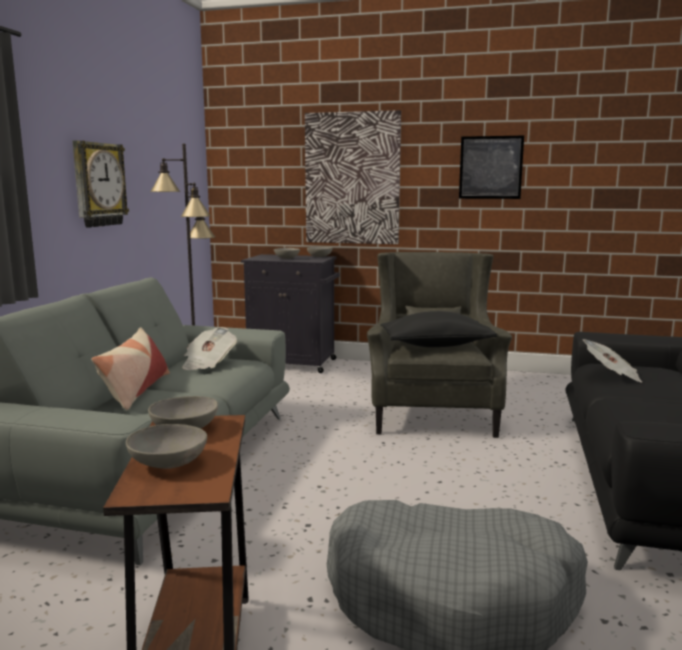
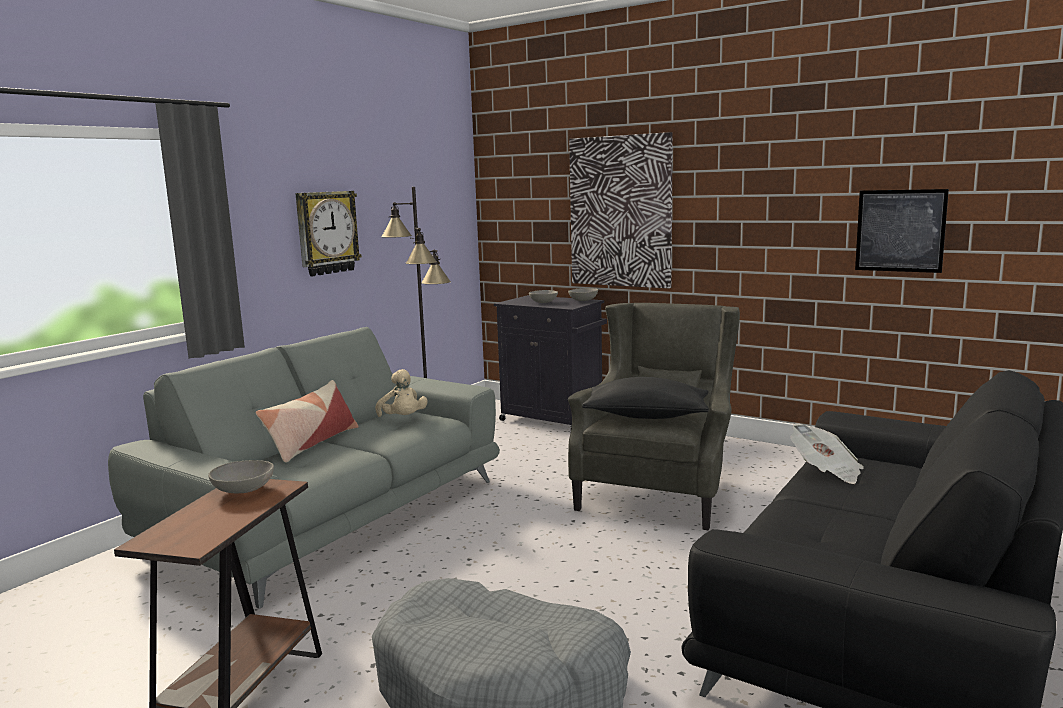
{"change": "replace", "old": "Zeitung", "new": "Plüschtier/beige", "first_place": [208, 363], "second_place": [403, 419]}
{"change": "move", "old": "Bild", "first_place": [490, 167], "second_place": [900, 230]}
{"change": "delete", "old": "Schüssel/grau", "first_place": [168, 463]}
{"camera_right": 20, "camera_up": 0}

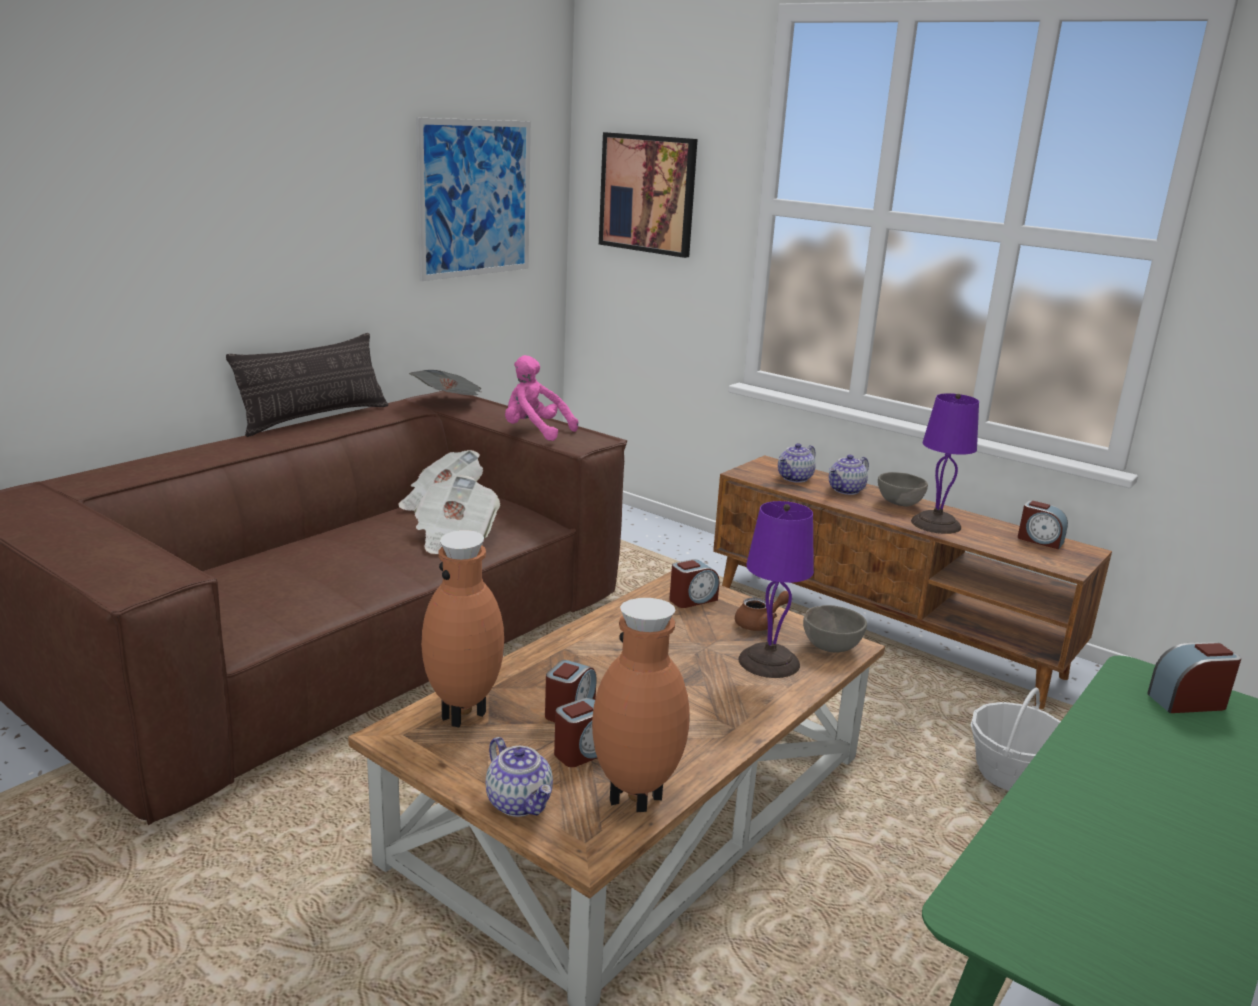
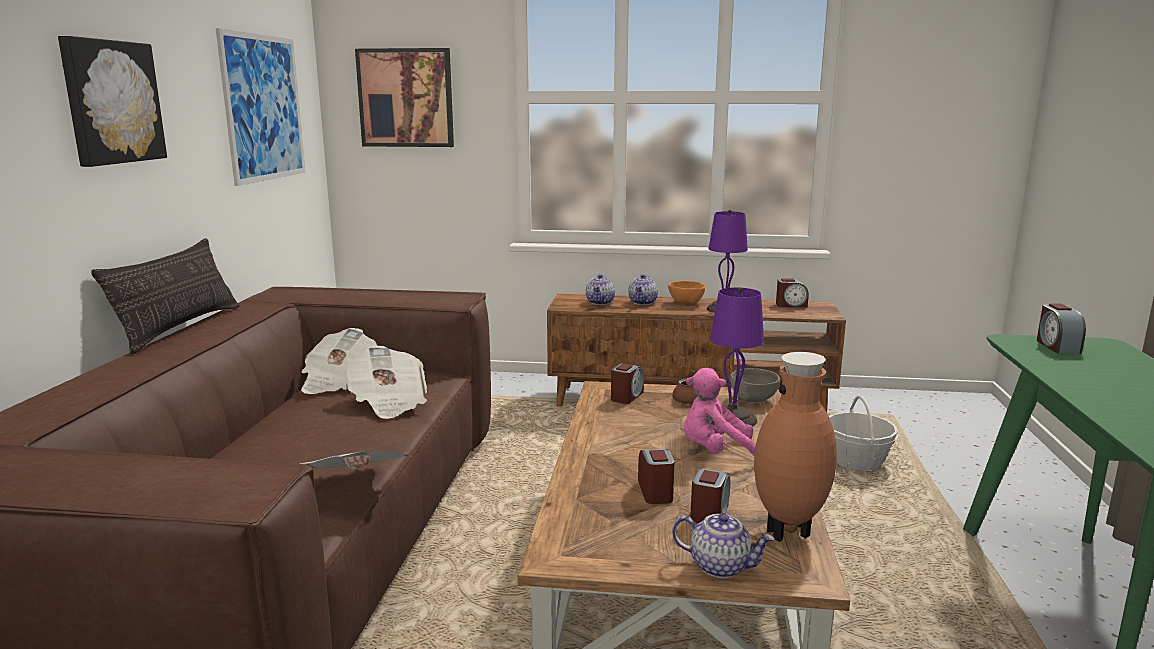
{"change": "insert", "new": "Bild", "second_place": [111, 102]}
{"change": "move", "old": "Zeitung", "first_place": [449, 403], "second_place": [357, 486]}
{"change": "recolor", "old": "Schüssel/grau", "new": "Schüssel/orange", "first_place": [899, 504], "second_place": [686, 303]}
{"change": "move", "old": "Plüschtier/rosa", "first_place": [534, 431], "second_place": [718, 453]}
{"change": "rotate", "old": "Wecker", "first_place": [1187, 701], "second_place": [1057, 346], "degrees": -45}
{"change": "delete", "old": "Vase/braun", "first_place": [465, 714]}
{"camera_right": -30, "camera_up": -5}

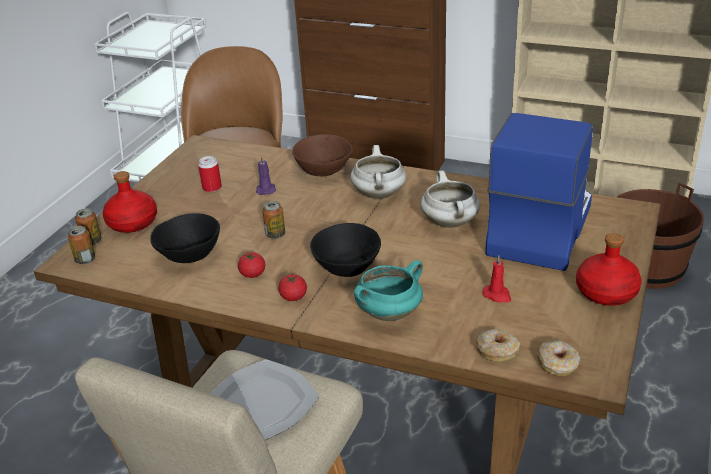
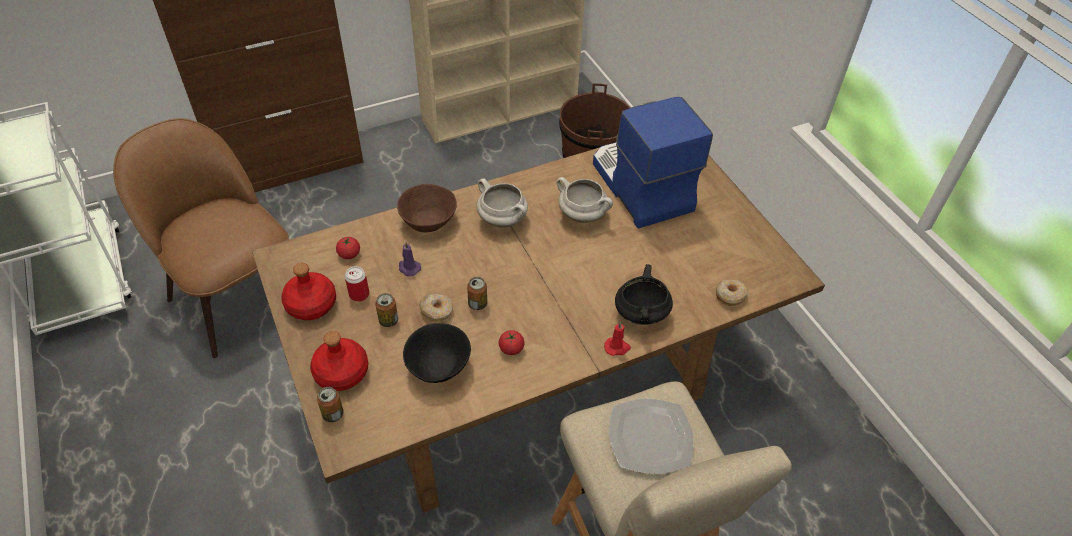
{"change": "move", "old": "Flasche/rot", "first_place": [606, 292], "second_place": [311, 304]}
{"change": "move", "old": "Tomate", "first_place": [293, 297], "second_place": [349, 254]}
{"change": "move", "old": "Dose", "first_place": [85, 260], "second_place": [388, 320]}
{"change": "move", "old": "Donut", "first_place": [557, 364], "second_place": [437, 311]}
{"change": "move", "old": "Kerze/rot", "first_place": [497, 295], "second_place": [617, 347]}
{"change": "recolor", "old": "Kochtopf/türkis", "new": "Kochtopf/schwarz", "first_place": [389, 312], "second_place": [640, 313]}
{"change": "delete", "old": "Schüssel/schwarz", "first_place": [346, 267]}
{"camera_right": -50, "camera_up": 15}

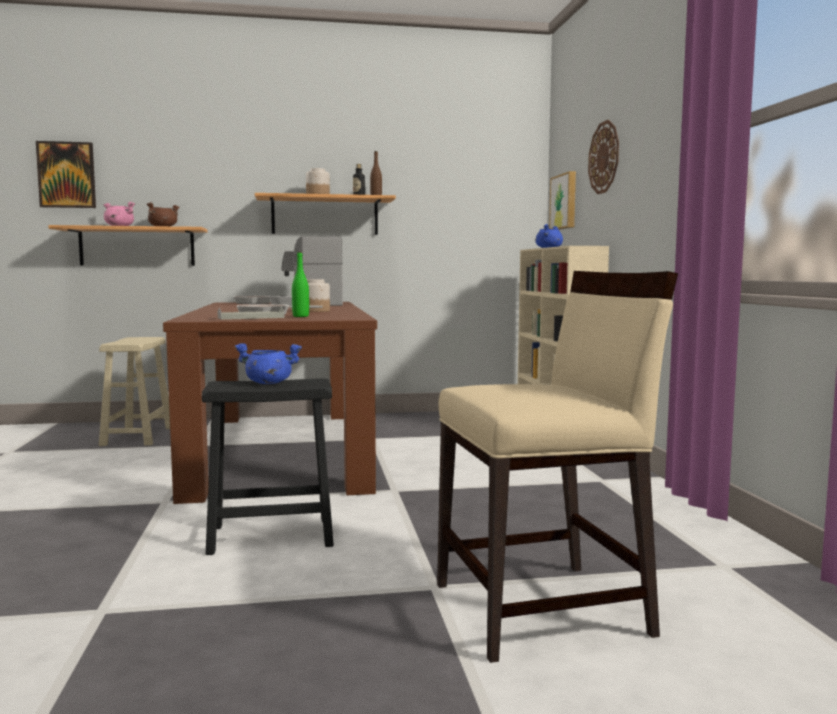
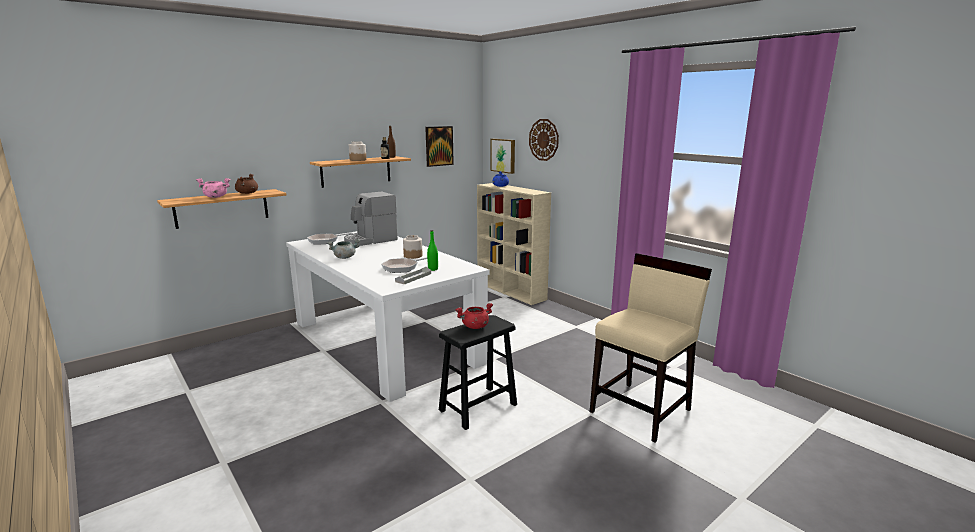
{"change": "recolor", "old": "Esstisch/braun", "new": "Esstisch/weiß", "first_place": [282, 449], "second_place": [384, 341]}
{"change": "insert", "new": "Kochtopf/grau", "second_place": [345, 257]}
{"change": "move", "old": "Bild", "first_place": [66, 175], "second_place": [439, 146]}
{"change": "recolor", "old": "Kochtopf/blau", "new": "Kochtopf/rot", "first_place": [268, 383], "second_place": [475, 327]}
{"change": "delete", "old": "Hocker/beige", "first_place": [137, 436]}
{"camera_right": -30, "camera_up": 10}

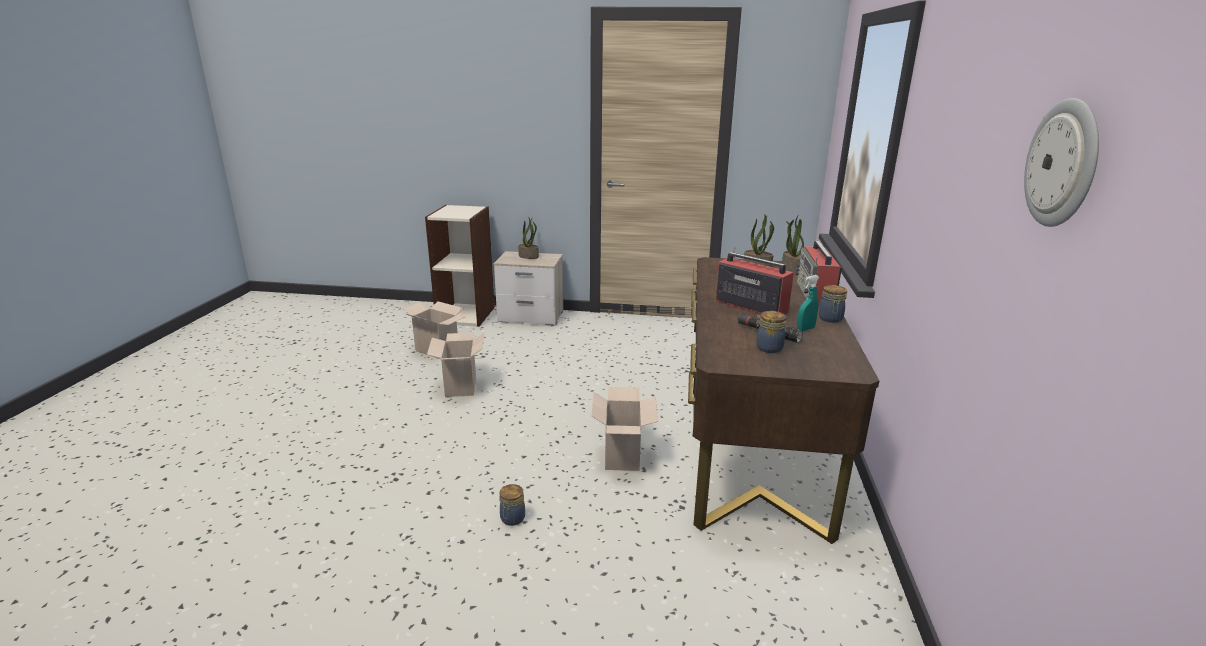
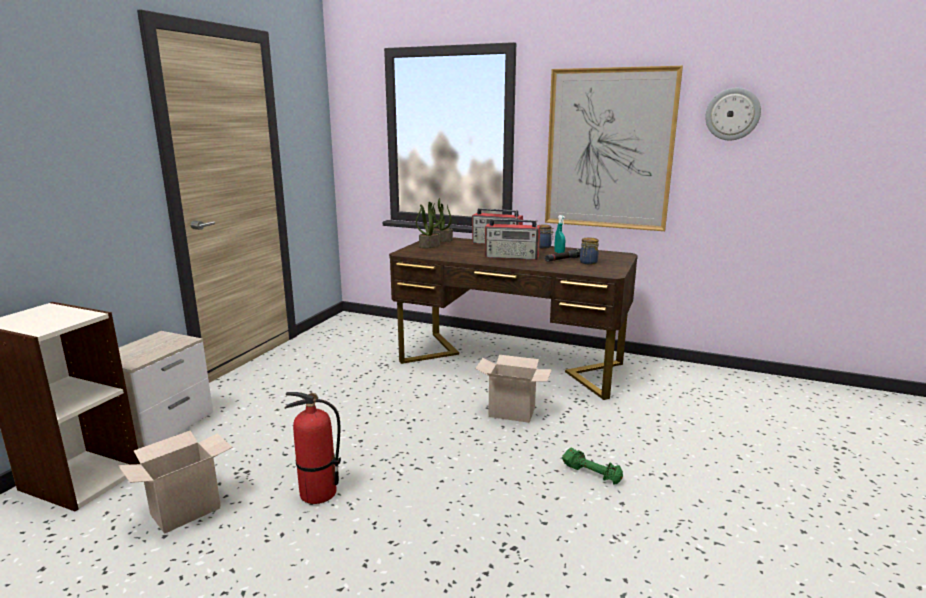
{"change": "replace", "old": "Karton", "new": "Feuerlöscher", "first_place": [459, 386], "second_place": [318, 494]}
{"change": "rotate", "old": "Radio", "first_place": [750, 306], "second_place": [512, 257], "degrees": -135}
{"change": "insert", "new": "Bild", "second_place": [609, 150]}
{"change": "replace", "old": "Vorratsglas", "new": "Hantel/grün", "first_place": [512, 519], "second_place": [592, 474]}
{"change": "delete", "old": "Topfpflanze", "first_place": [529, 256]}
{"camera_right": -75, "camera_up": -5}

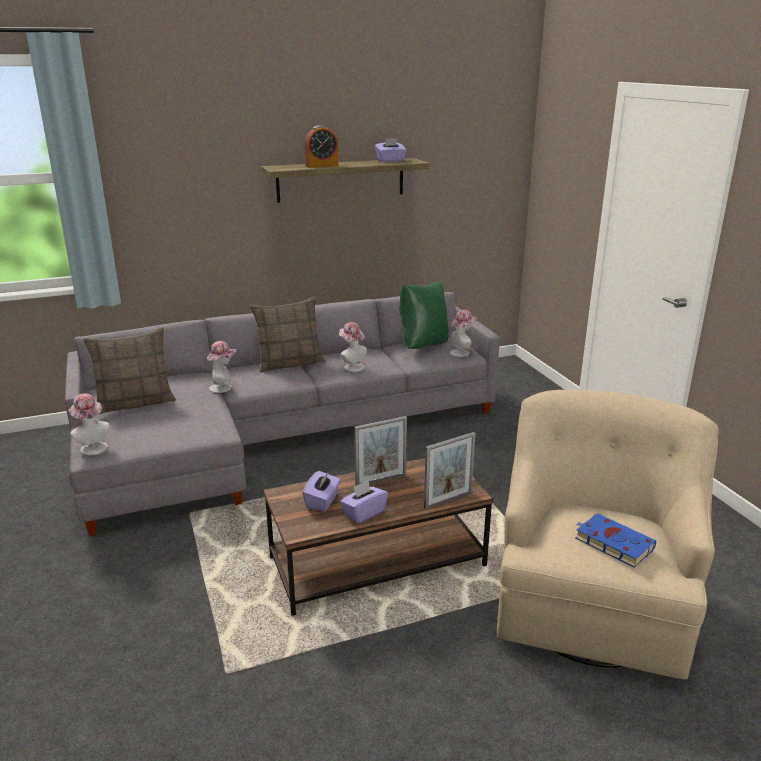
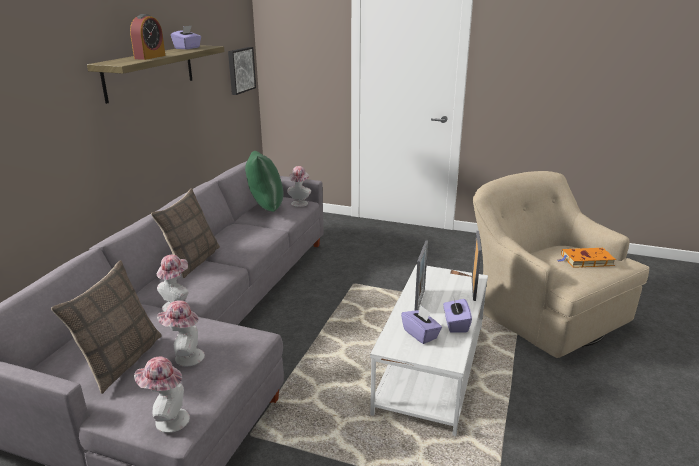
{"change": "move", "old": "Hut", "first_place": [352, 366], "second_place": [185, 357]}
{"change": "insert", "new": "Bild", "second_place": [240, 70]}
{"change": "recolor", "old": "Couchtisch/braun", "new": "Couchtisch/weiß", "first_place": [377, 561], "second_place": [431, 367]}
{"change": "recolor", "old": "Buch/blau", "new": "Buch/orange", "first_place": [612, 543], "second_place": [585, 260]}
{"camera_right": -50, "camera_up": 0}

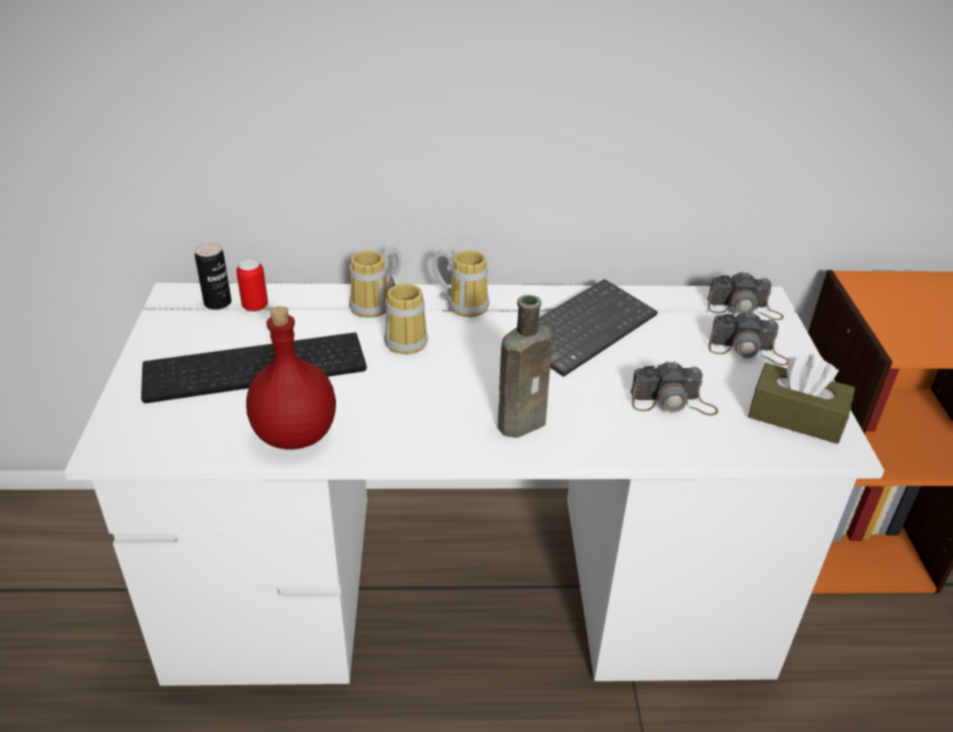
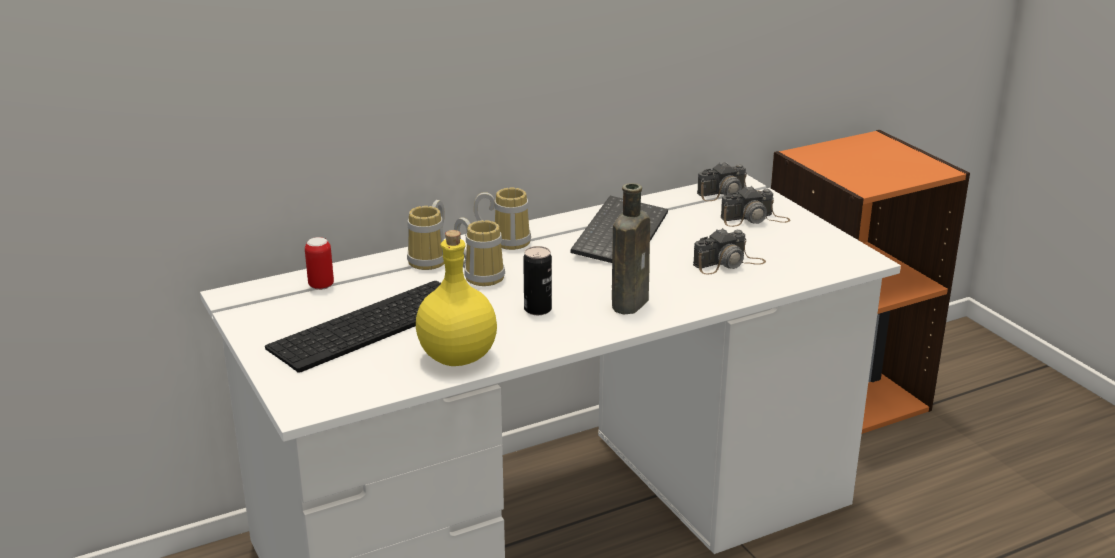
{"change": "recolor", "old": "Flasche/rot", "new": "Flasche/gelb", "first_place": [294, 436], "second_place": [457, 358]}
{"change": "move", "old": "Dose", "first_place": [218, 303], "second_place": [538, 309]}
{"change": "delete", "old": "Taschentuchbox/braun", "first_place": [796, 417]}
{"camera_right": -25, "camera_up": -10}

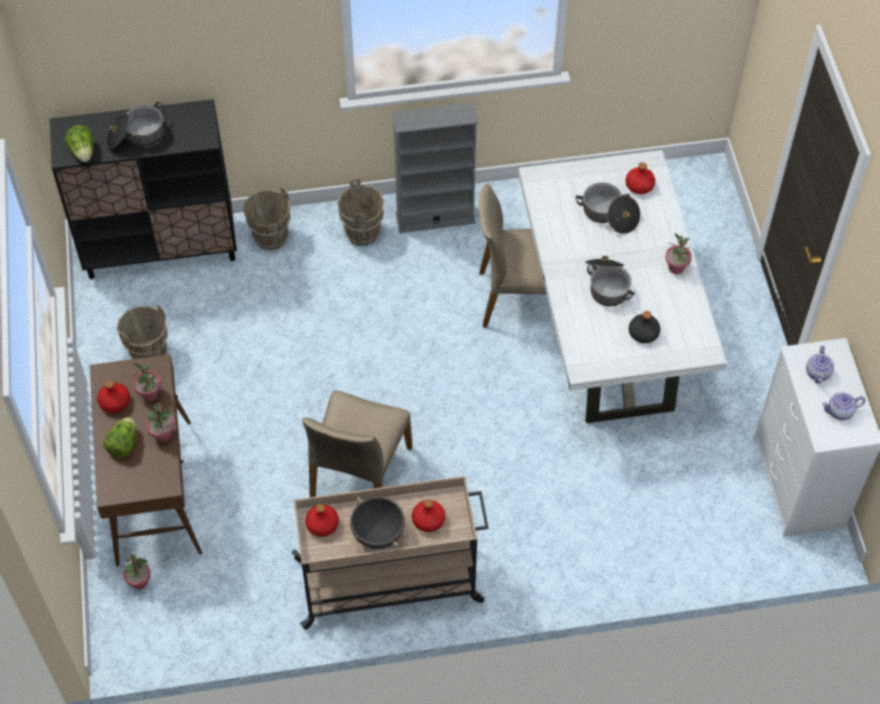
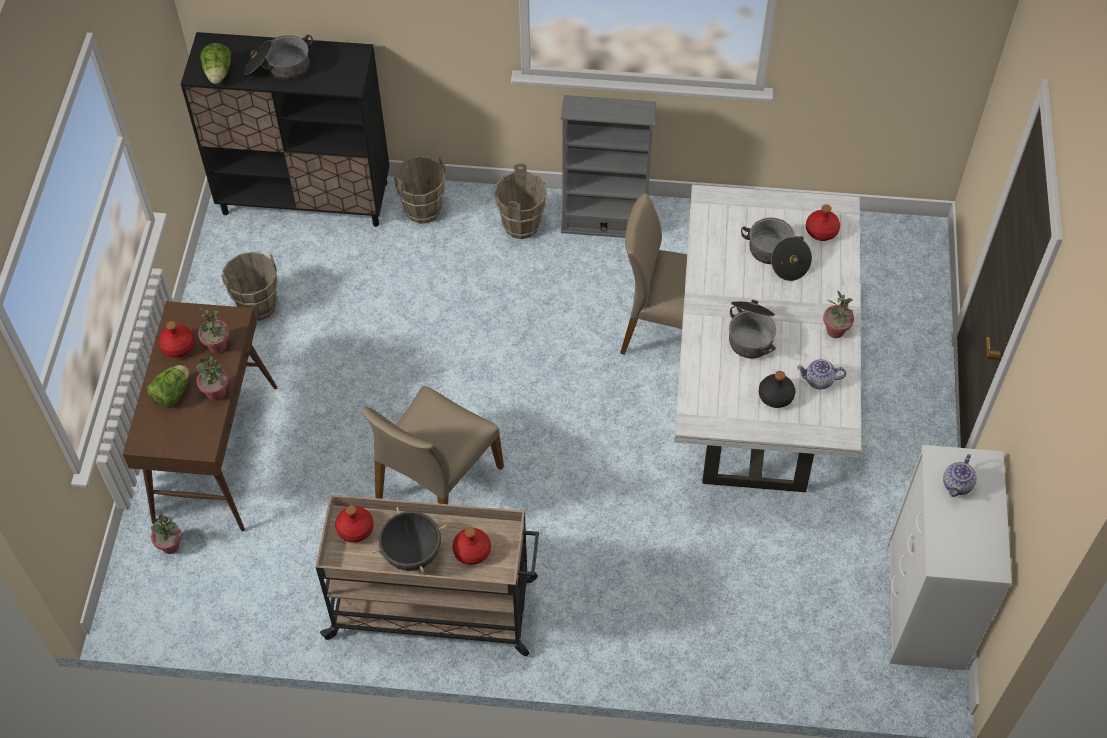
{"change": "move", "old": "Teekanne", "first_place": [840, 412], "second_place": [818, 381]}
{"camera_right": 15, "camera_up": 0}

